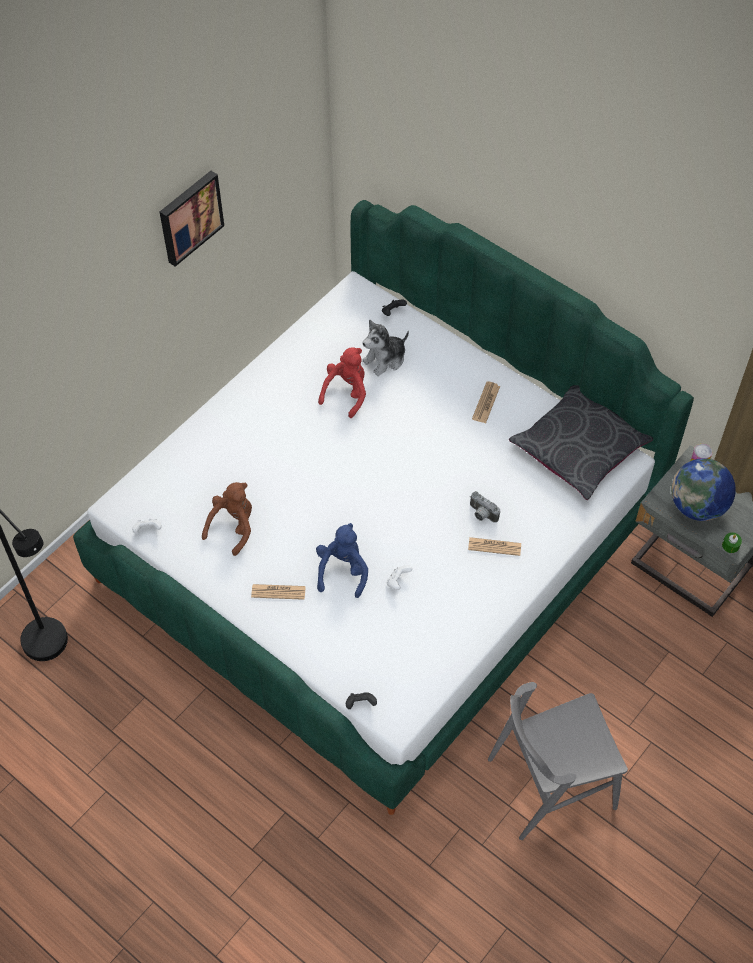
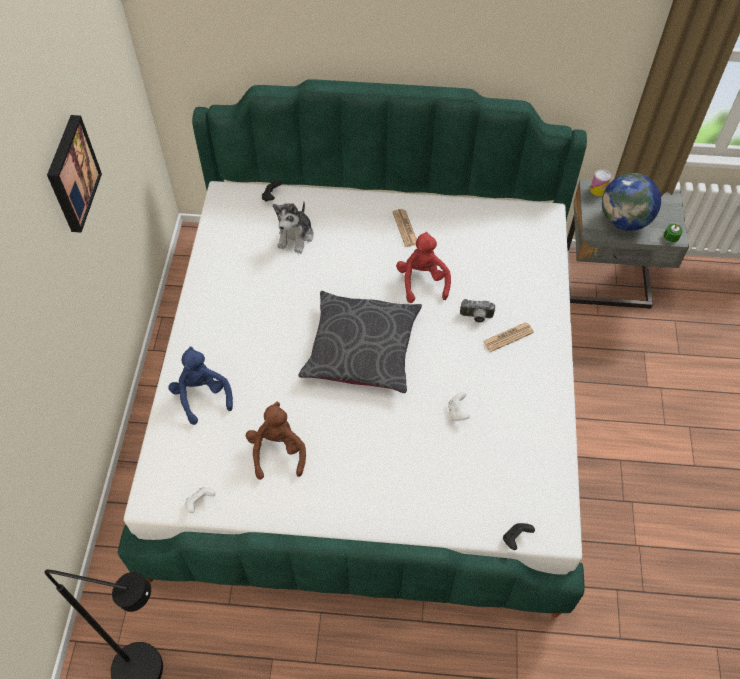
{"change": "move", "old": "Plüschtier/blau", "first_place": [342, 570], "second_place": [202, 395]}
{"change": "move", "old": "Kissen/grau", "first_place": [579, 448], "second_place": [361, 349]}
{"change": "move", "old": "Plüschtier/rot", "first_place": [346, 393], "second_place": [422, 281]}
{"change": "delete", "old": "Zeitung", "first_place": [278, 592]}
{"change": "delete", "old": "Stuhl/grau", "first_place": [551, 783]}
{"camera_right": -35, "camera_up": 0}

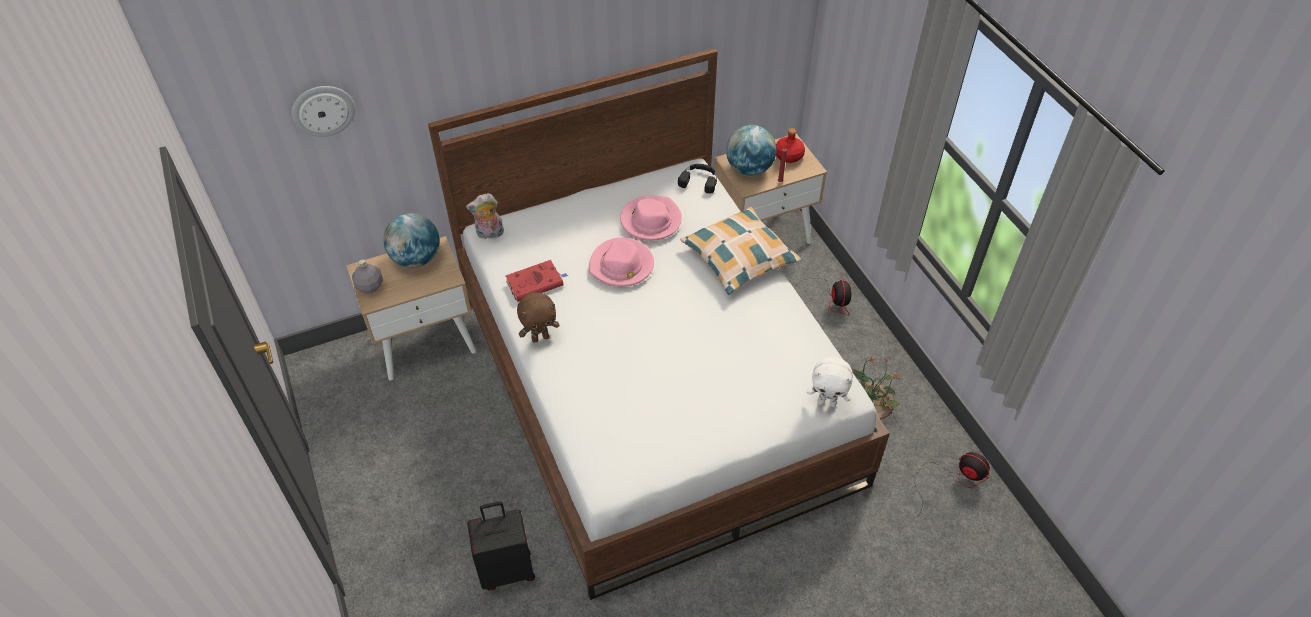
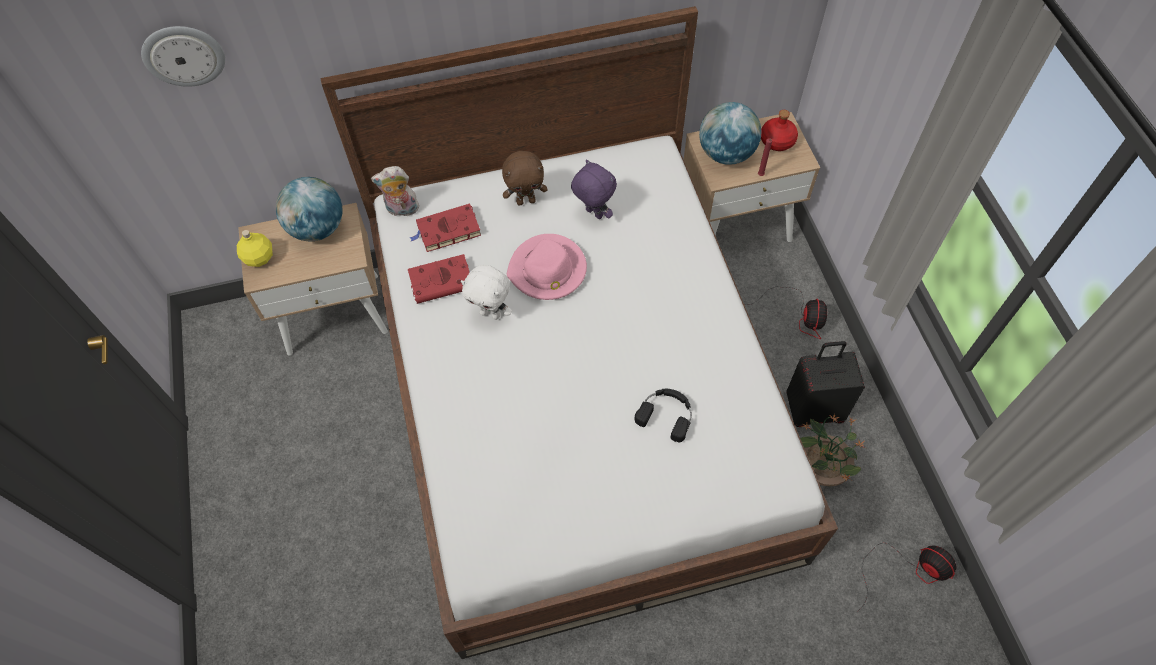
{"change": "recolor", "old": "Flasche/grau", "new": "Flasche/gelb", "first_place": [370, 286], "second_place": [259, 257]}
{"change": "insert", "new": "Buch/rot", "second_place": [447, 231]}
{"change": "move", "old": "Plüschtier/weiß", "first_place": [827, 402], "second_place": [491, 313]}
{"change": "move", "old": "Plüschtier/braun", "first_place": [540, 337], "second_place": [526, 201]}
{"change": "replace", "old": "Hut/rosa", "new": "Plüschtier/lila", "first_place": [650, 220], "second_place": [593, 214]}
{"change": "move", "old": "Kopfhörer/schwarz", "first_place": [699, 180], "second_place": [666, 414]}
{"change": "move", "old": "Koffer/schwarz", "first_place": [507, 569], "second_place": [813, 409]}
{"change": "delete", "old": "Kissen", "first_place": [739, 257]}
{"camera_right": 10, "camera_up": 10}

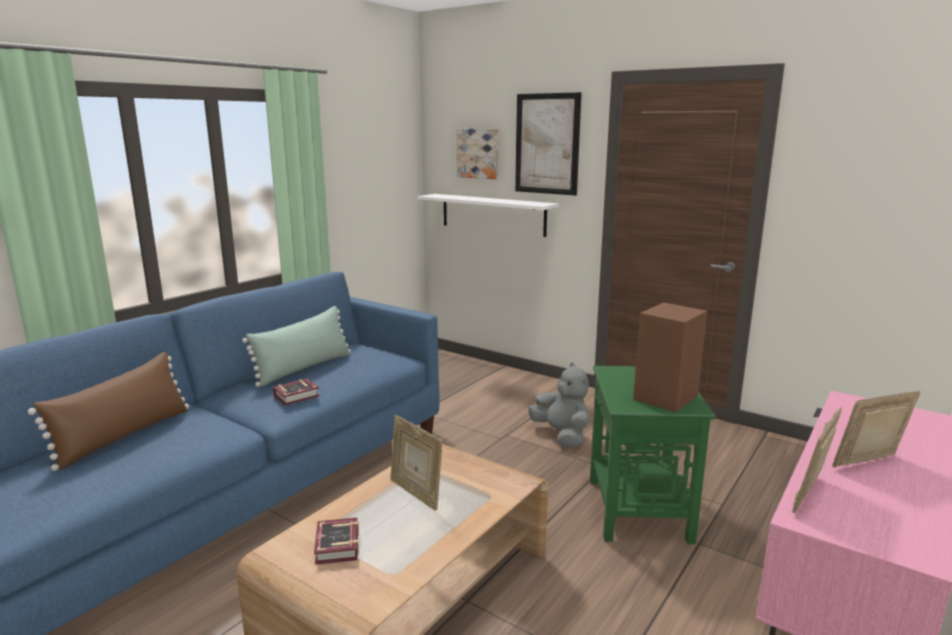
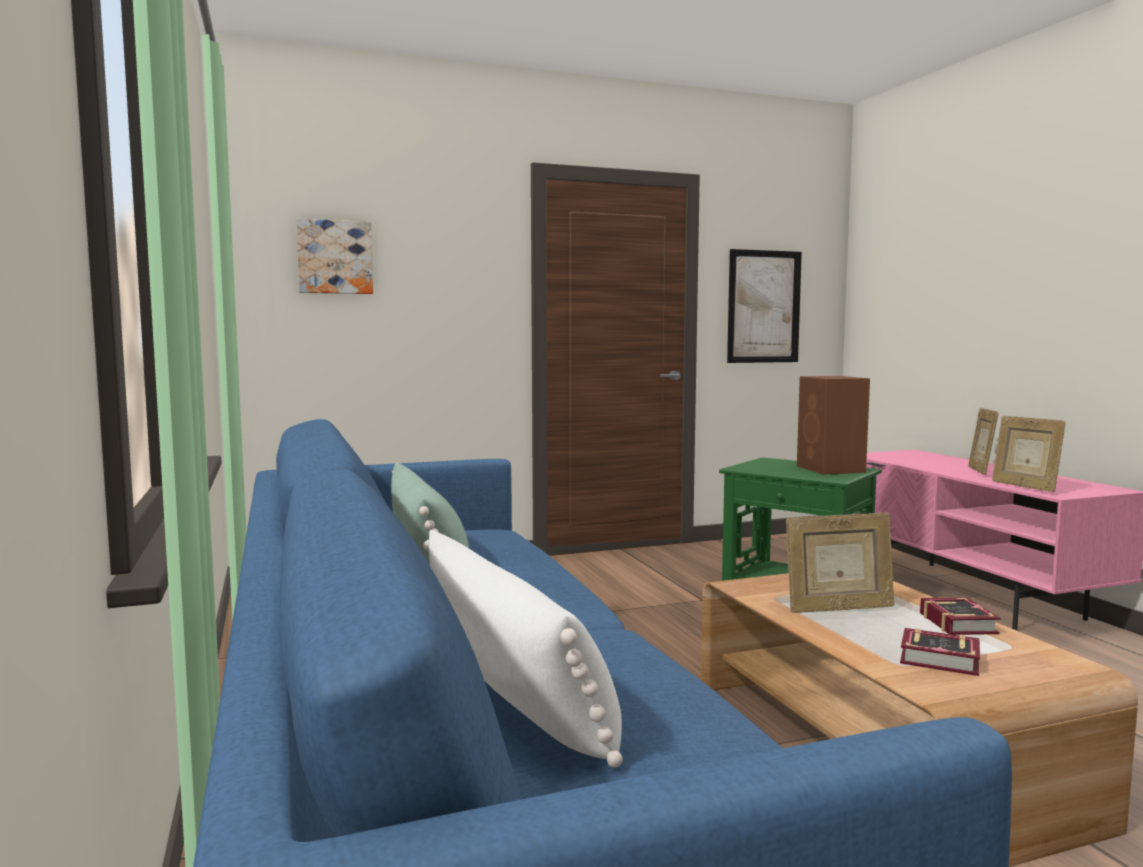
{"change": "recolor", "old": "Kissen/braun", "new": "Kissen/weiß", "first_place": [124, 436], "second_place": [516, 698]}
{"change": "move", "old": "Bild", "first_place": [547, 144], "second_place": [763, 306]}
{"change": "move", "old": "Buch", "first_place": [299, 396], "second_place": [958, 622]}
{"change": "delete", "old": "Wandregal/weiß", "first_place": [492, 214]}
{"change": "delete", "old": "Plüschtier/grau", "first_place": [562, 436]}
{"camera_right": -55, "camera_up": -10}

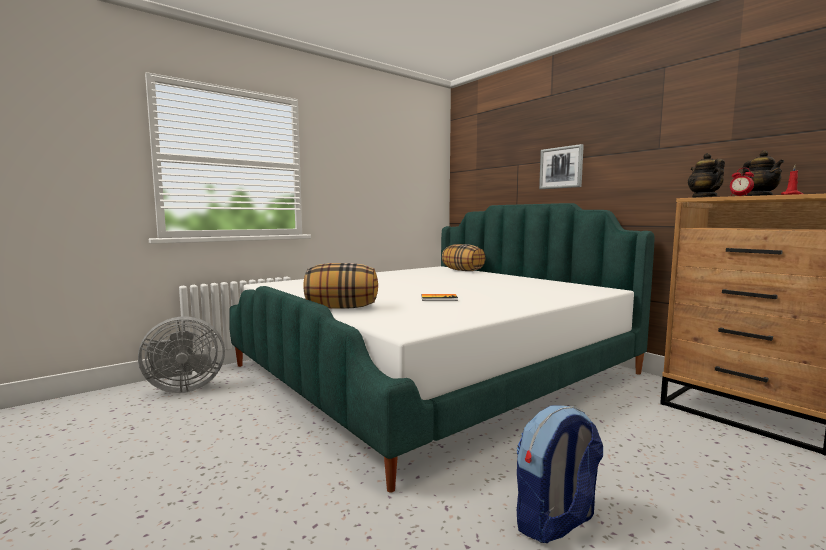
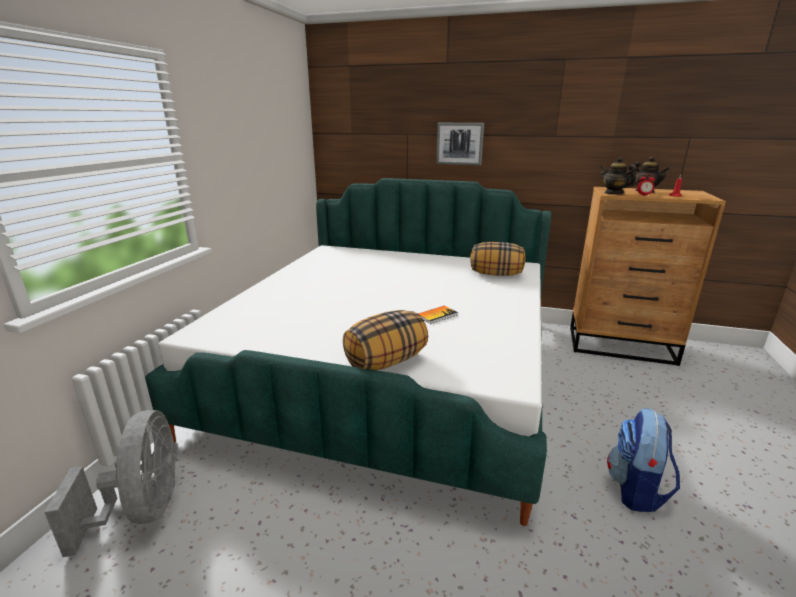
{"change": "rotate", "old": "Ventilator/grau", "first_place": [183, 388], "second_place": [143, 510], "degrees": -45}
{"change": "move", "old": "Kissen", "first_place": [463, 270], "second_place": [496, 274]}
{"camera_right": -35, "camera_up": 15}

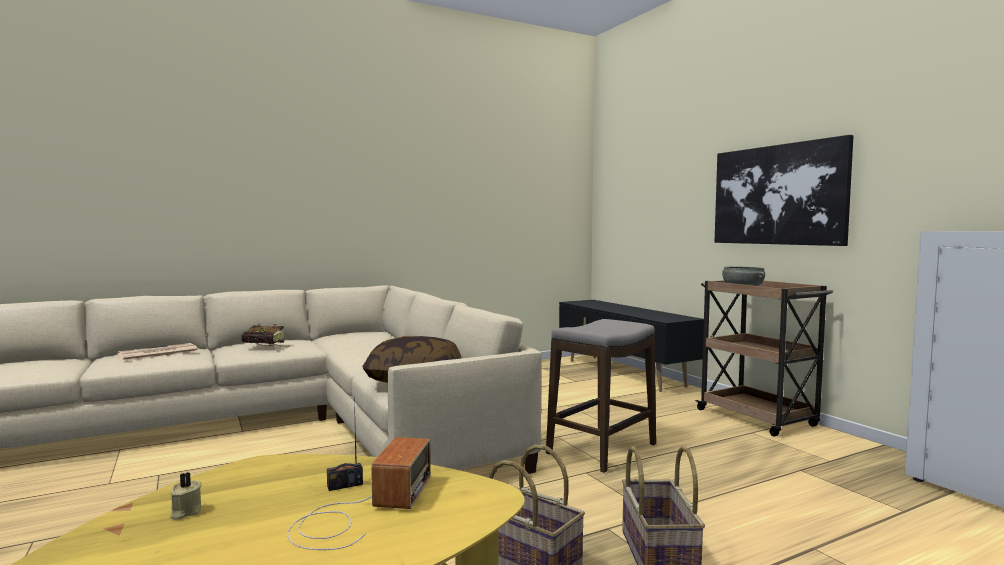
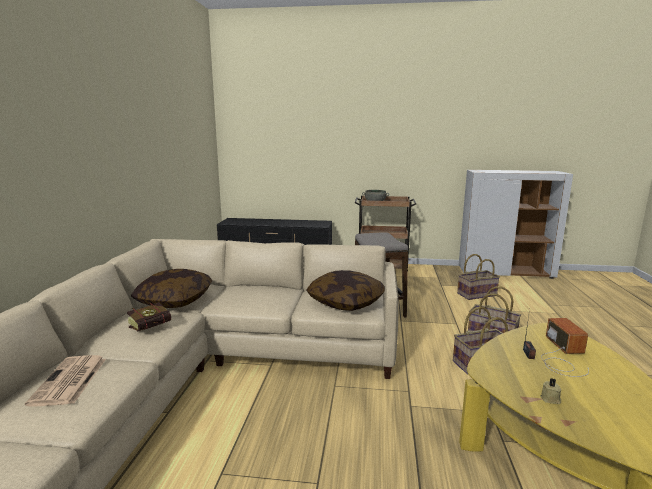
{"change": "insert", "new": "Kissen", "second_place": [175, 300]}
{"change": "insert", "new": "Korb", "second_place": [476, 294]}
{"change": "rotate", "old": "Radio", "first_place": [362, 510], "second_place": [562, 356], "degrees": 45}
{"change": "delete", "old": "Bild", "first_place": [777, 195]}
{"camera_right": -55, "camera_up": 10}

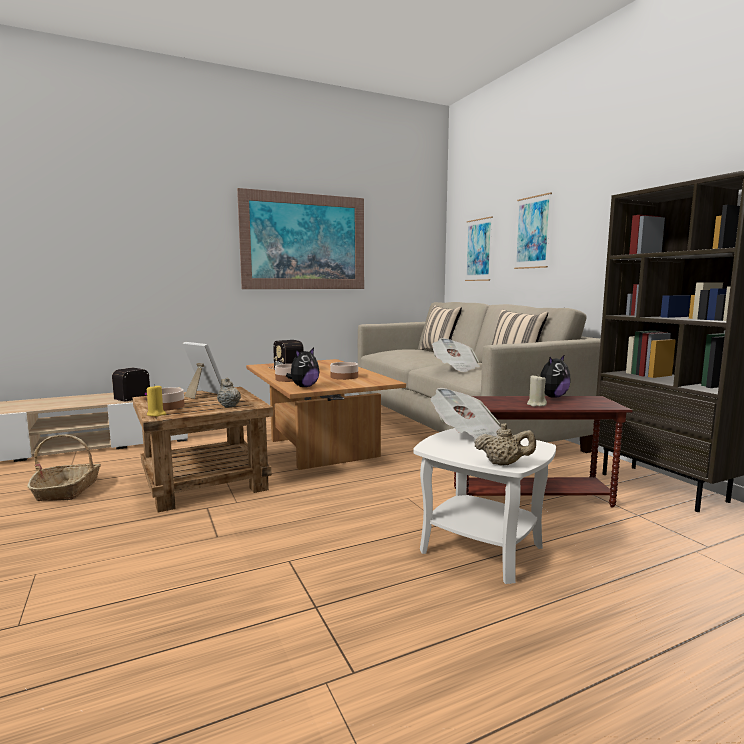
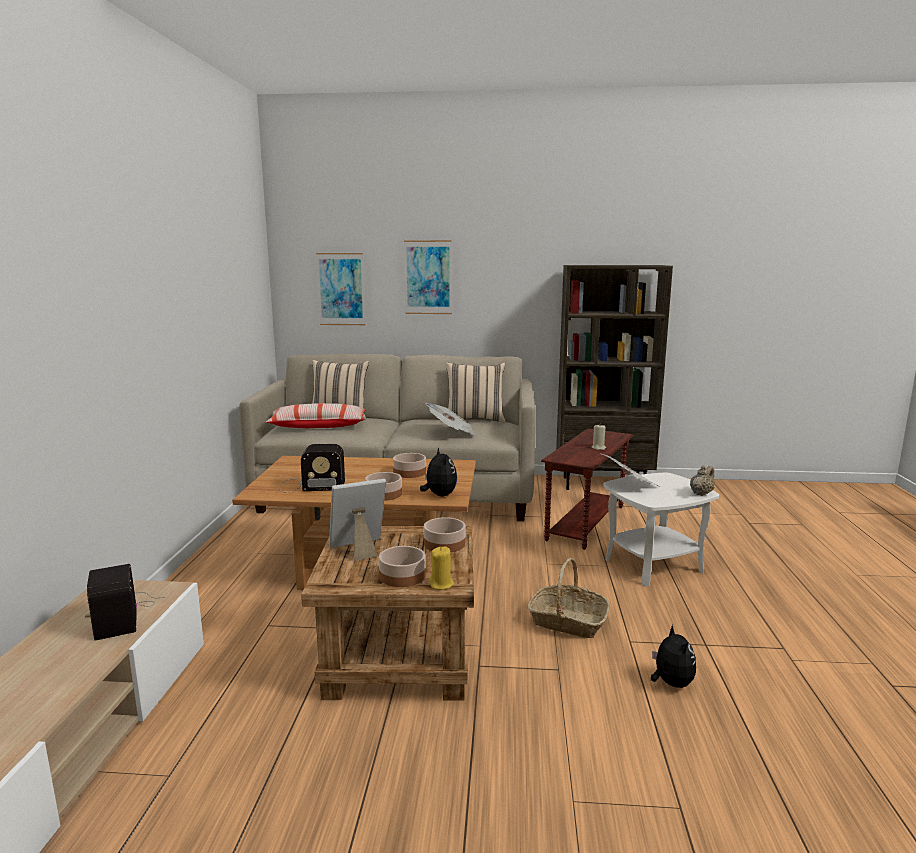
{"change": "insert", "new": "Kissen", "second_place": [318, 426]}
{"change": "replace", "old": "Teekanne/beige", "new": "Schüssel", "first_place": [229, 406], "second_place": [443, 544]}
{"change": "move", "old": "Korb", "first_place": [67, 490], "second_place": [567, 621]}
{"change": "move", "old": "Plüschtier", "first_place": [551, 397], "second_place": [671, 683]}
{"change": "delete", "old": "Bild", "first_place": [304, 242]}
{"camera_right": -60, "camera_up": 5}

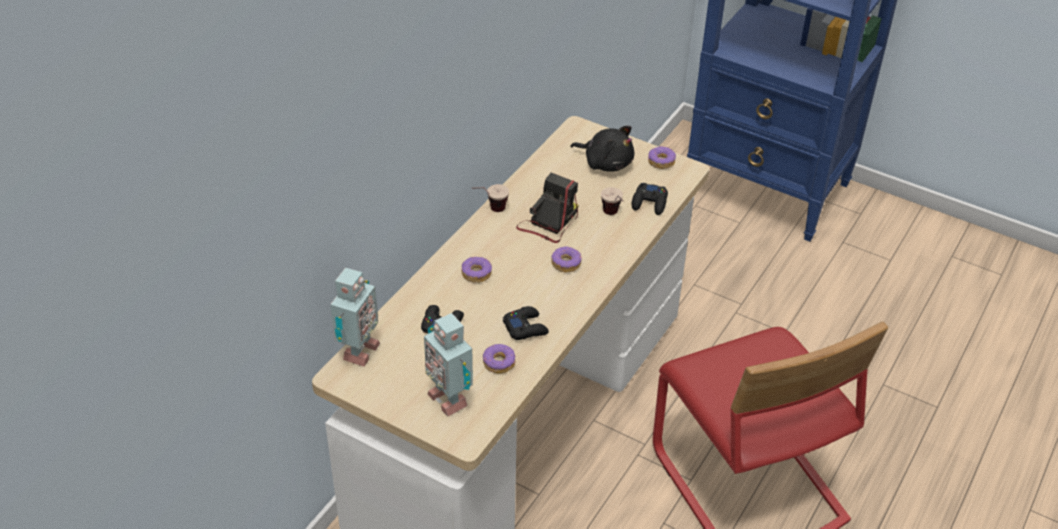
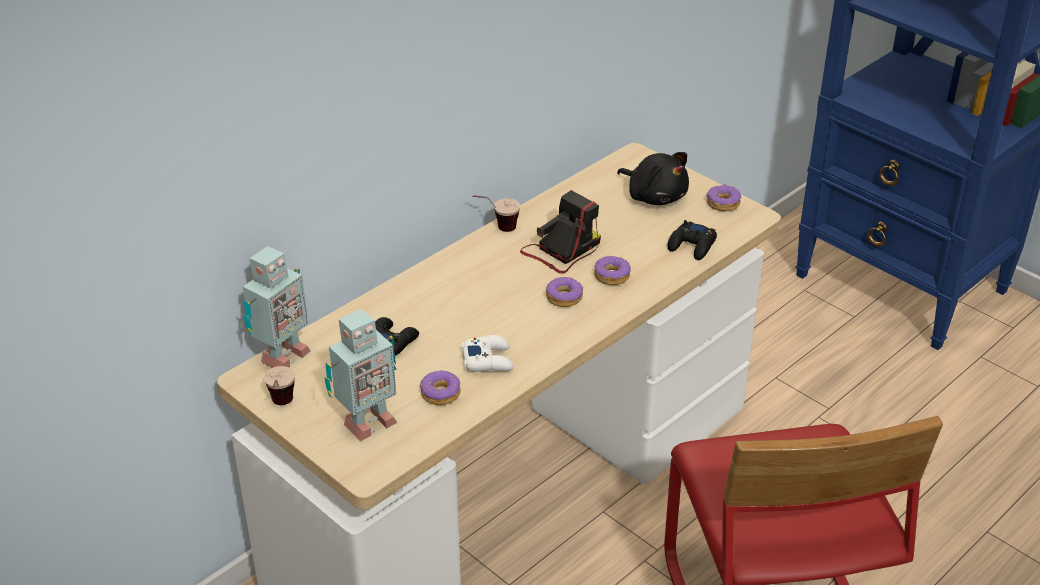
{"change": "move", "old": "Tasse", "first_place": [613, 216], "second_place": [281, 407]}
{"change": "rotate", "old": "Spielzeugroboter", "first_place": [449, 398], "second_place": [366, 422], "degrees": -105}
{"change": "recolor", "old": "Gamepad/schwarz", "new": "Gamepad/weiß", "first_place": [525, 327], "second_place": [488, 360]}
{"change": "move", "old": "Donut", "first_place": [476, 273], "second_place": [611, 276]}
{"camera_right": 15, "camera_up": -5}

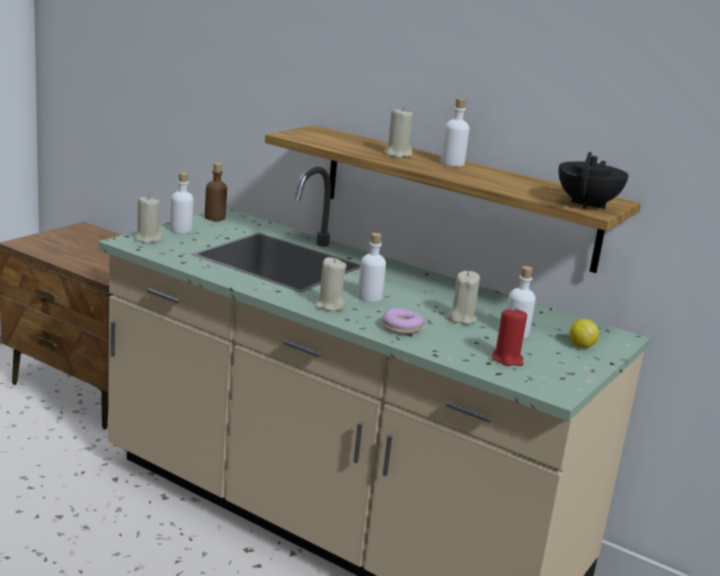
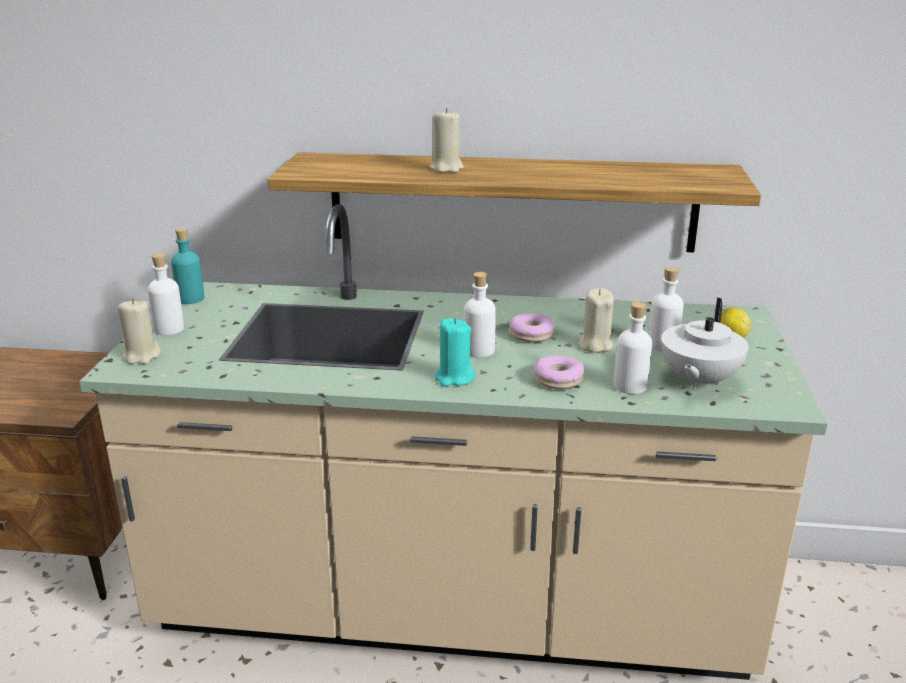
{"change": "recolor", "old": "Flasche/braun", "new": "Flasche/türkis", "first_place": [215, 217], "second_place": [190, 298]}
{"change": "recolor", "old": "Kerze/beige", "new": "Kerze/türkis", "first_place": [329, 306], "second_place": [454, 378]}
{"change": "insert", "new": "Donut", "second_place": [531, 334]}
{"change": "move", "old": "Flasche/weiß", "first_place": [452, 163], "second_place": [630, 386]}
{"change": "replace", "old": "Kerze/rot", "new": "Teekanne/weiß", "first_place": [507, 359], "second_place": [697, 381]}
{"change": "delete", "old": "Teekanne/schwarz", "first_place": [588, 205]}
{"camera_right": -25, "camera_up": 5}

